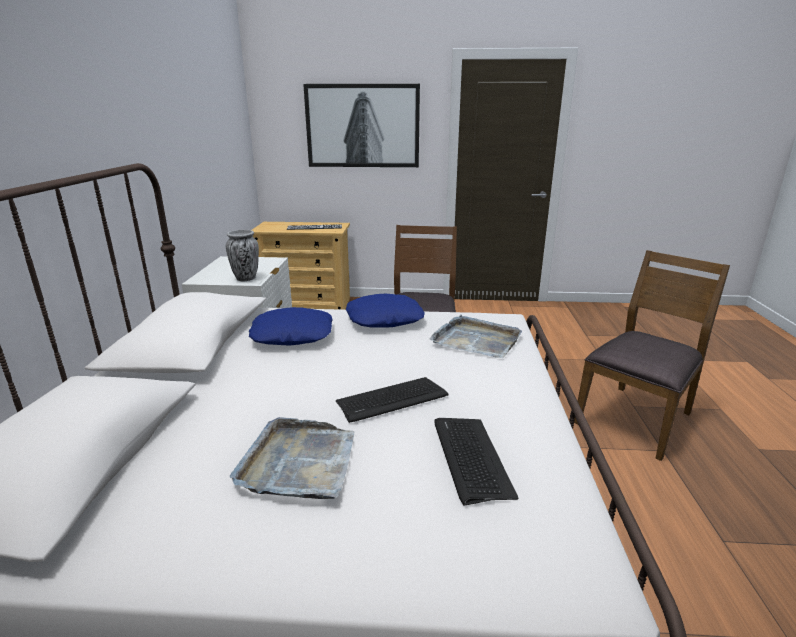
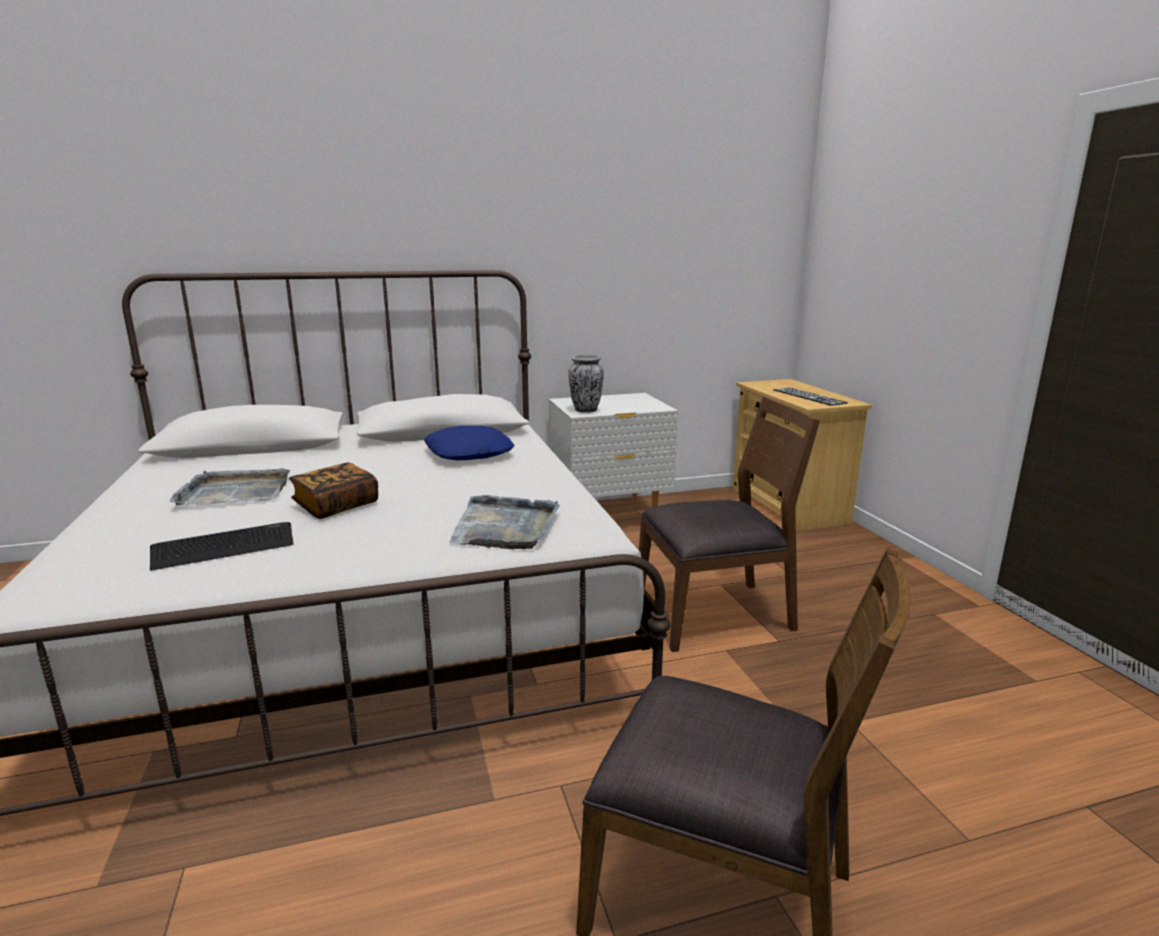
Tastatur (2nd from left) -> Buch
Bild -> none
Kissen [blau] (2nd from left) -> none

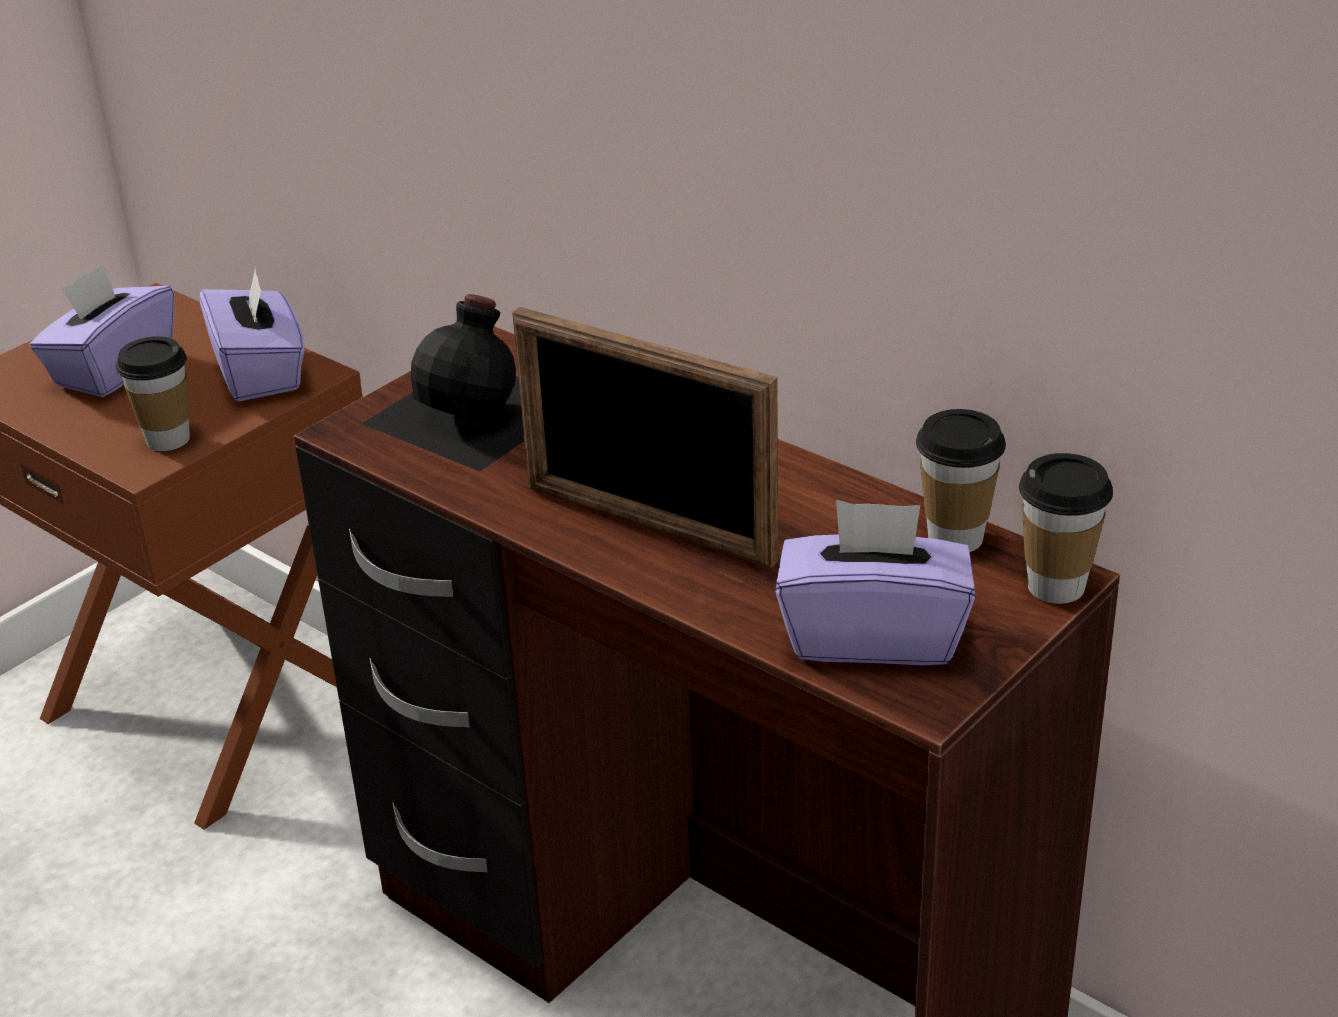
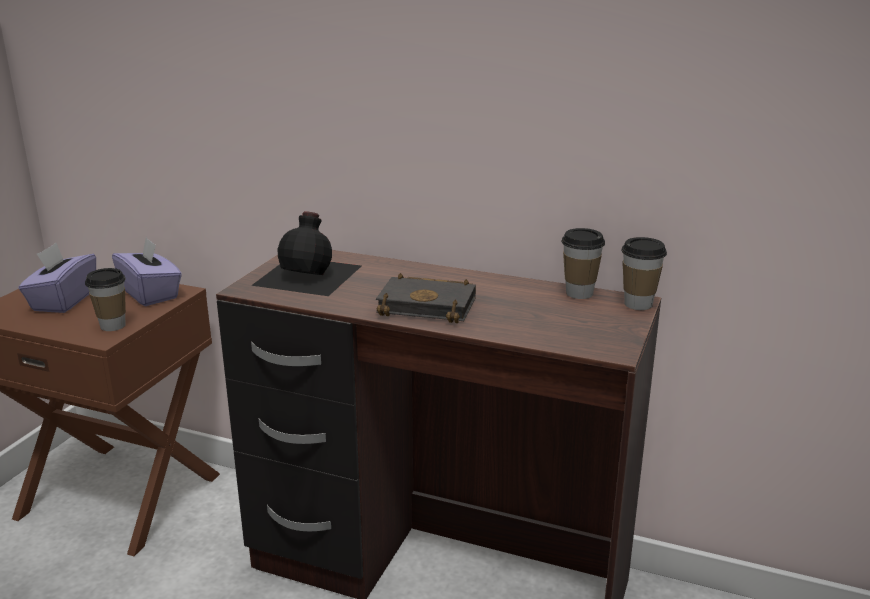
Bilderrahmen -> Buch [schwarz]
Taschentuchbox [lila] (3rd from left) -> none

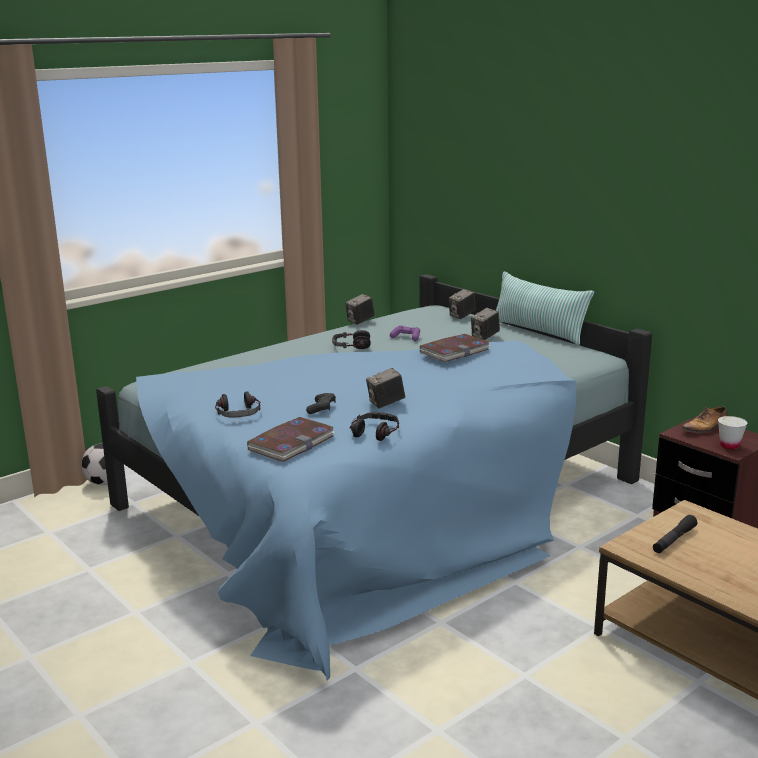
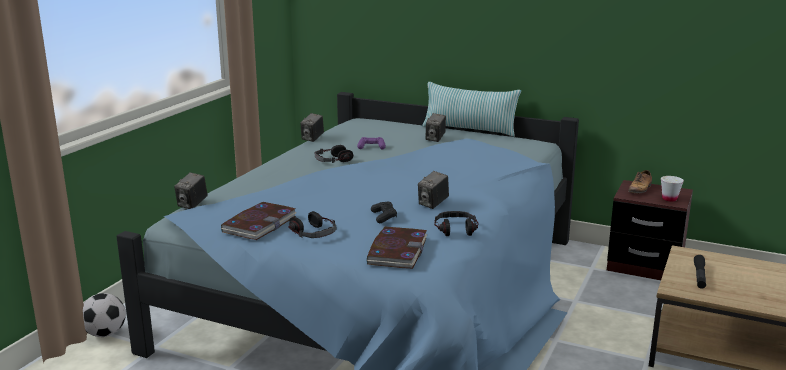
Kamera (3rd from left in the first image) -> Kamera (1st from left), move
Buch (2nd from left in the first image) -> Buch (1st from left), move

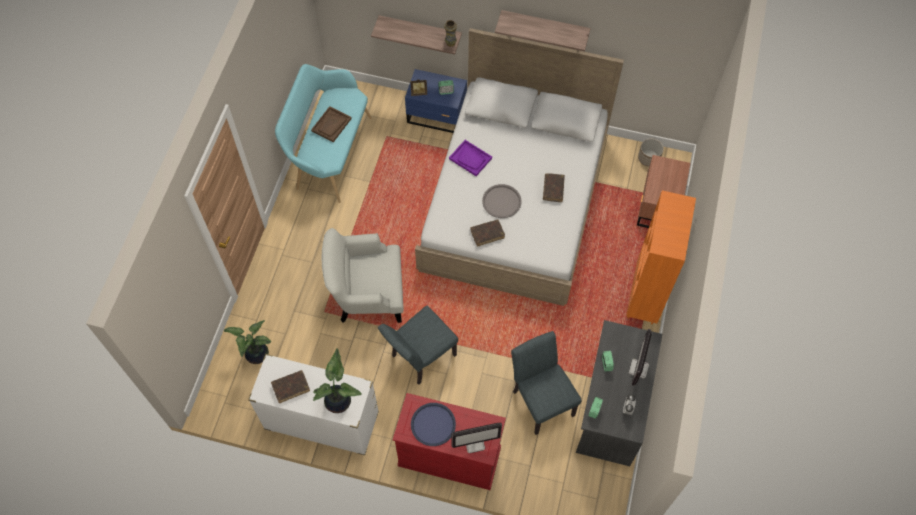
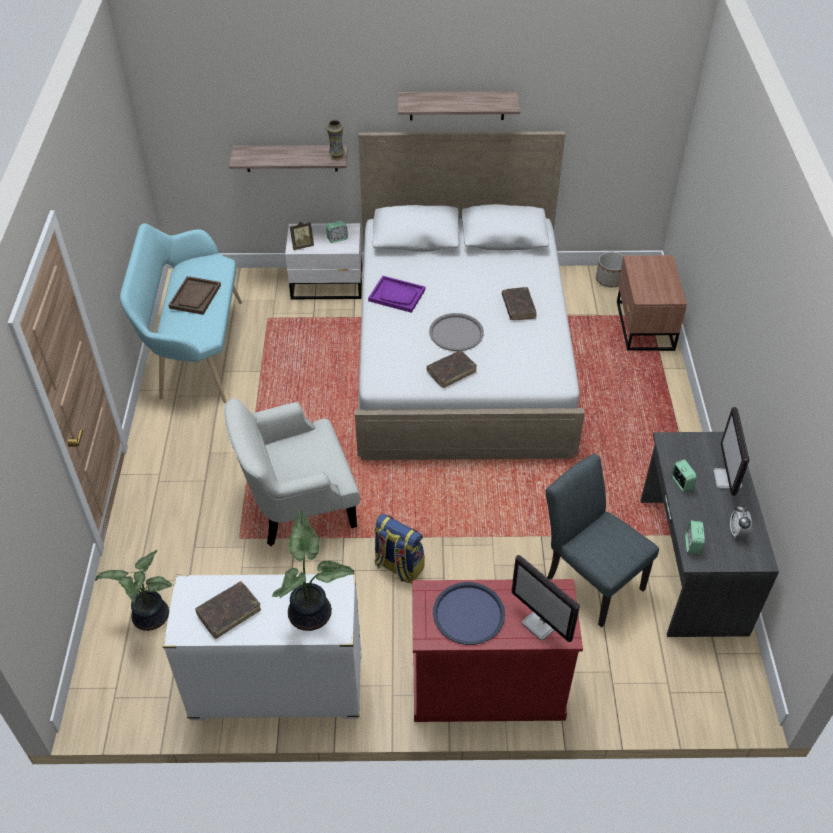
Nachttisch [blau] -> Nachttisch [weiß]
Stuhl [grau] (1st from left) -> Rucksack
Monitor (1st from left), 75 degrees clockwise
Bücherregal [orange] -> none

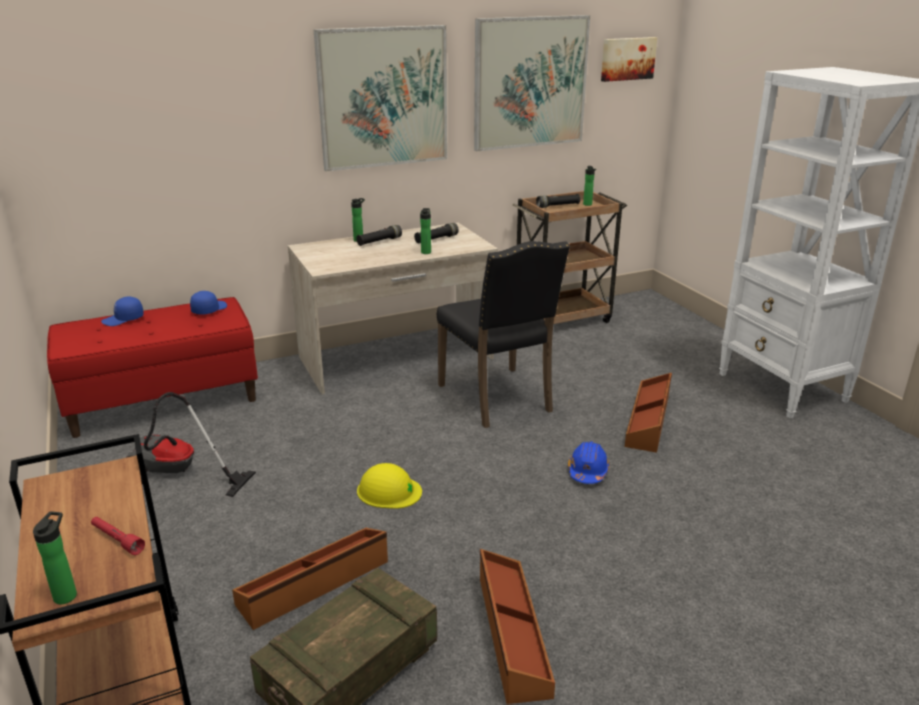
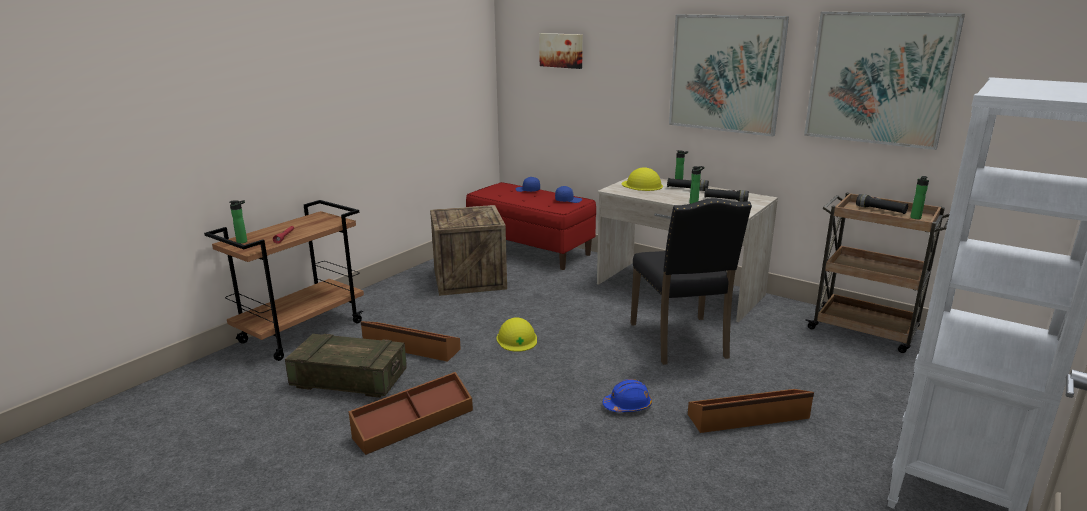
Staubsauger -> Kiste (2nd from left)
Bild (3rd from left in the first image) -> Bild (1st from left), move
none -> Schutzhelm [gelb] (2nd from left)
Stuhl [schwarz], 45 degrees counterclockwise

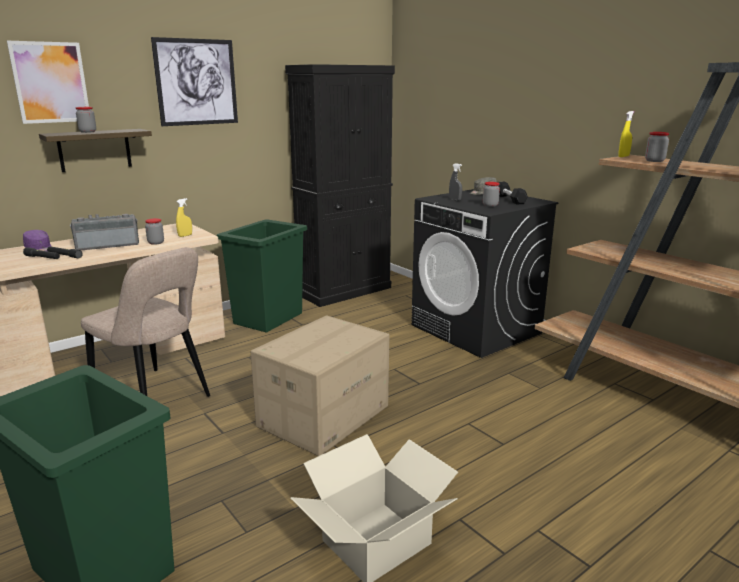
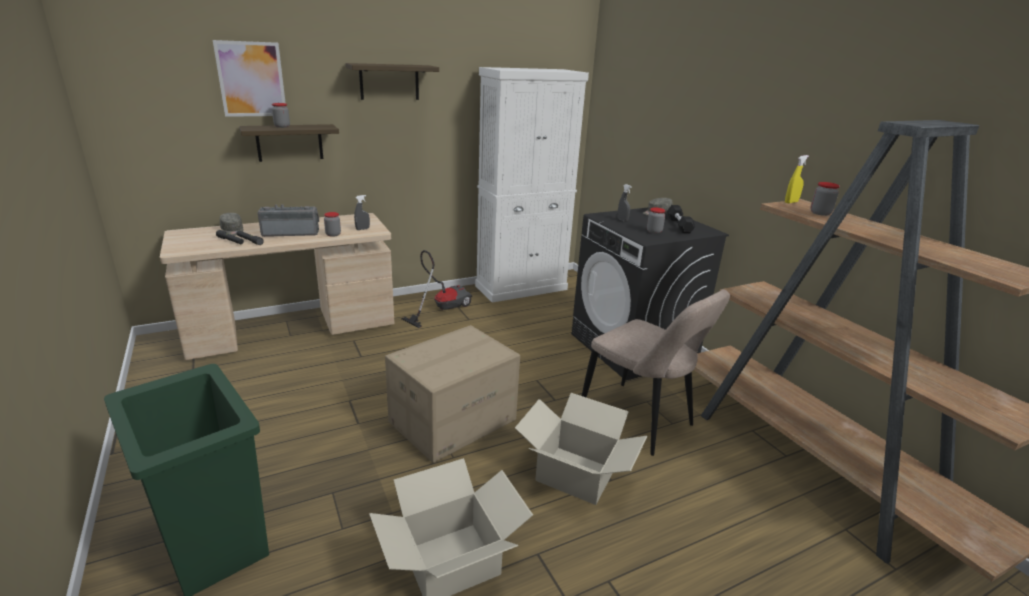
Kappe [lila] -> Kappe [grau] (1st from left)
Bild (2nd from left) -> Wandregal (2nd from left)
Sprühflasche [gelb] (1st from left) -> Sprühflasche [grau] (1st from left)
Mülleimer [grün] (2nd from left) -> Staubsauger
Schrank [schwarz] -> Schrank [weiß]
none -> Karton (3rd from left)
Stuhl [beige], move

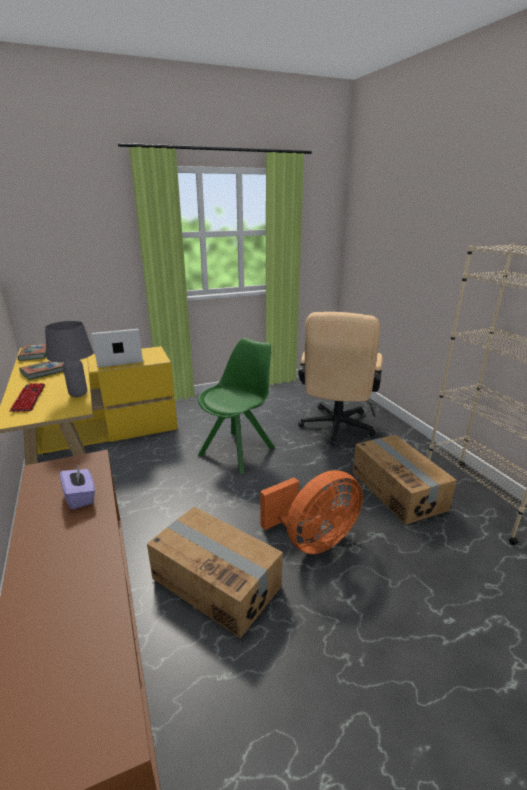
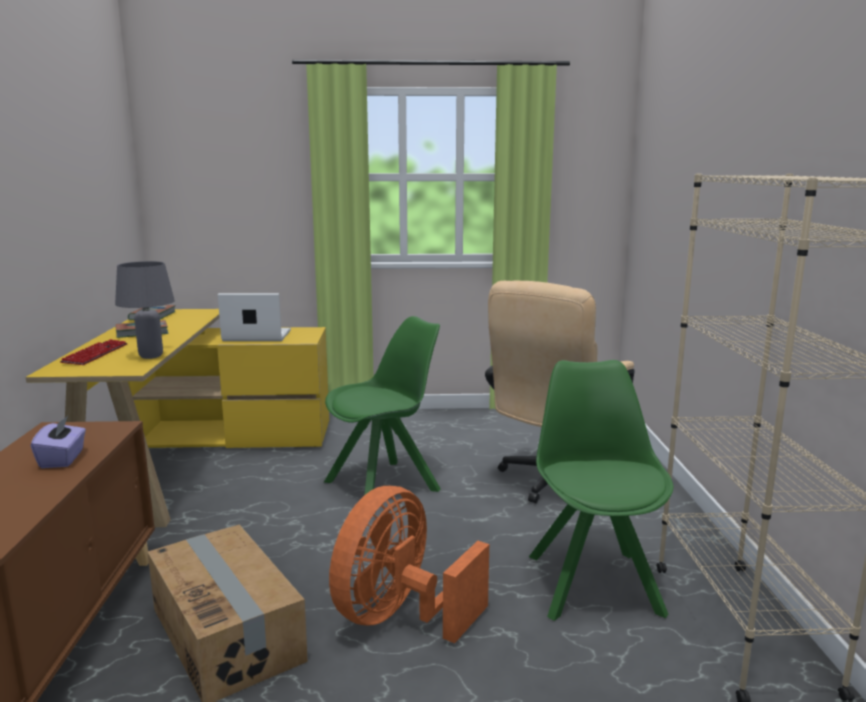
Ventilator [orange], 135 degrees clockwise
Karton (2nd from left) -> Stuhl [grün] (2nd from left)

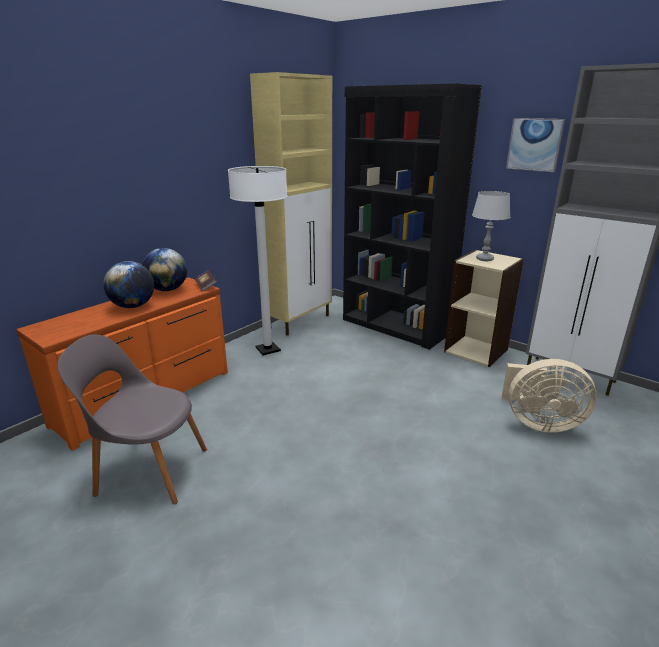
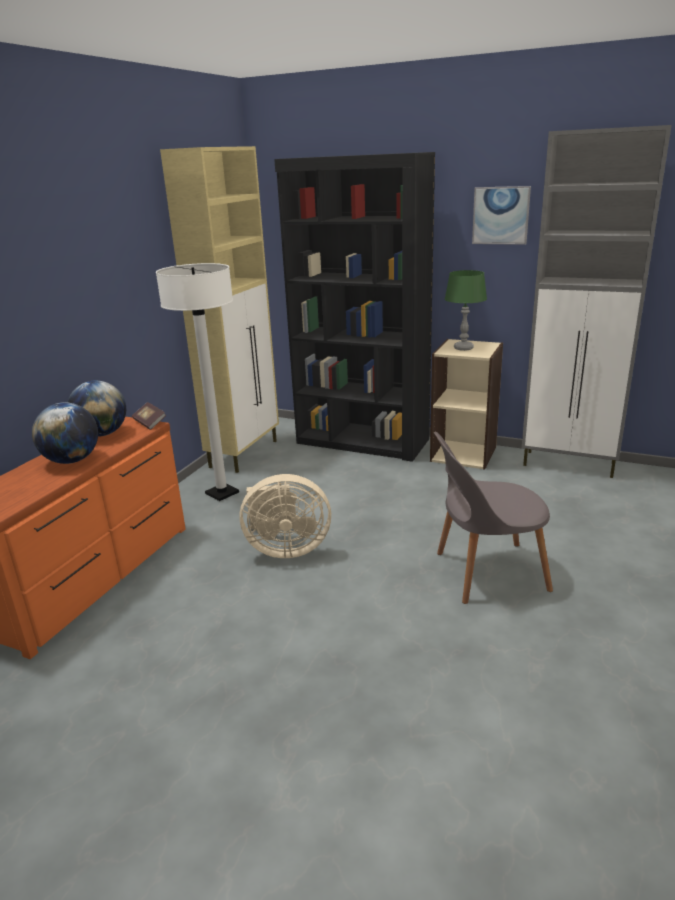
Ventilator [beige], move
Stuhl [grau], move
Tischlampe [grau] -> Tischlampe [grün]

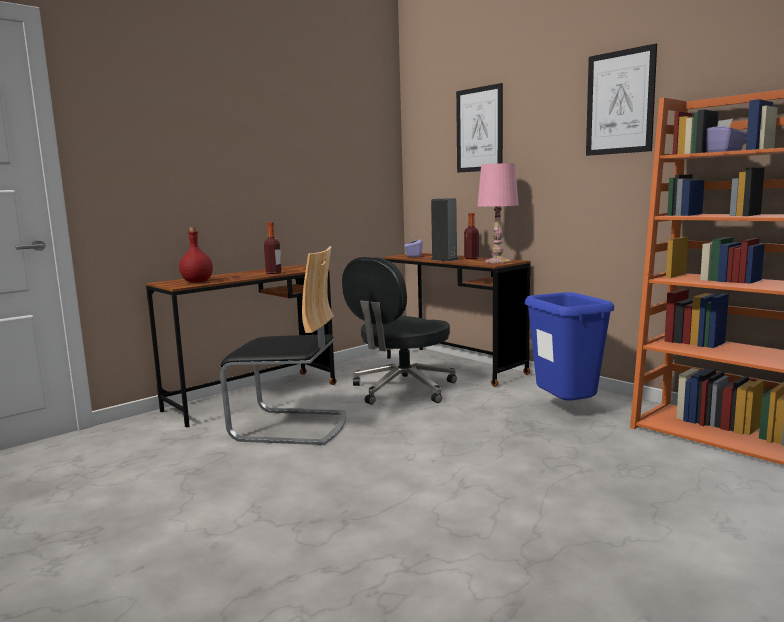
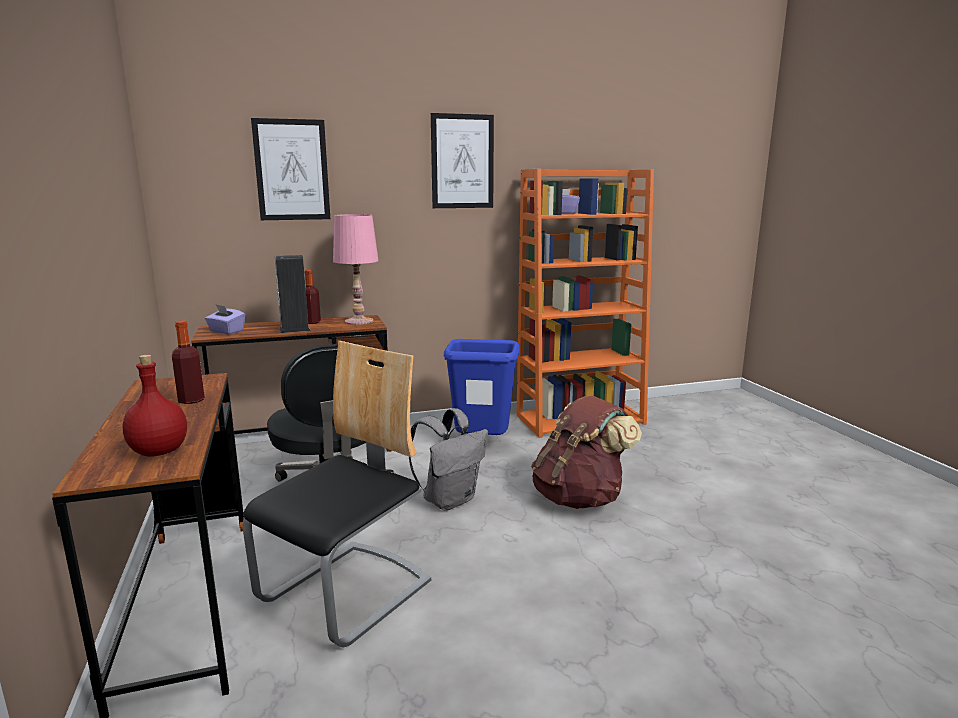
none -> Rucksack [grau]
none -> Rucksack [braun]

